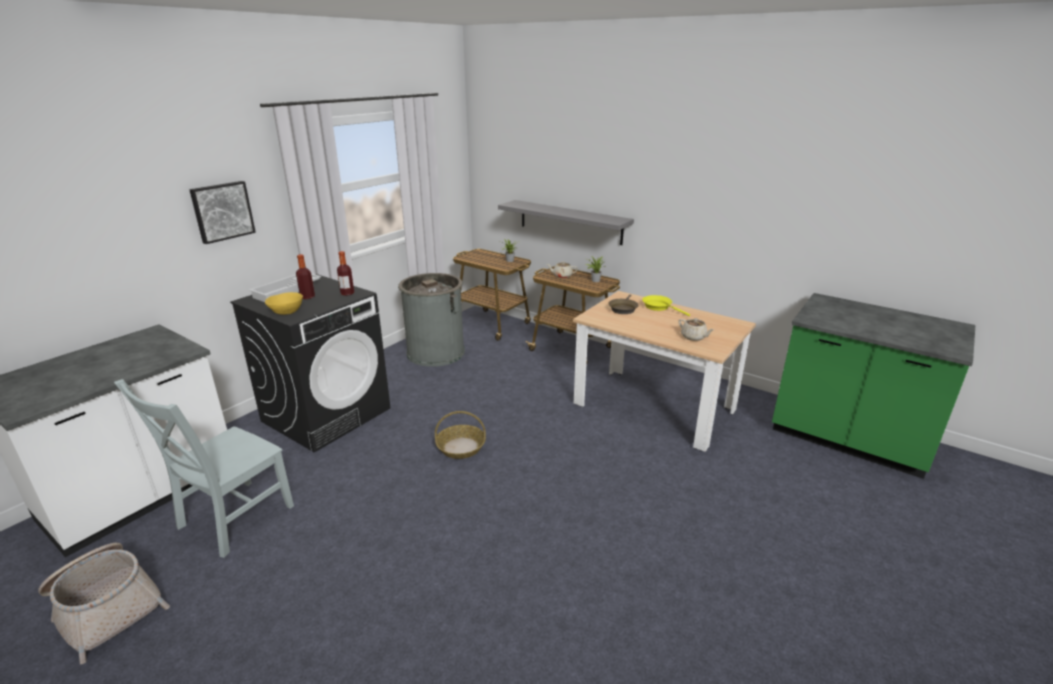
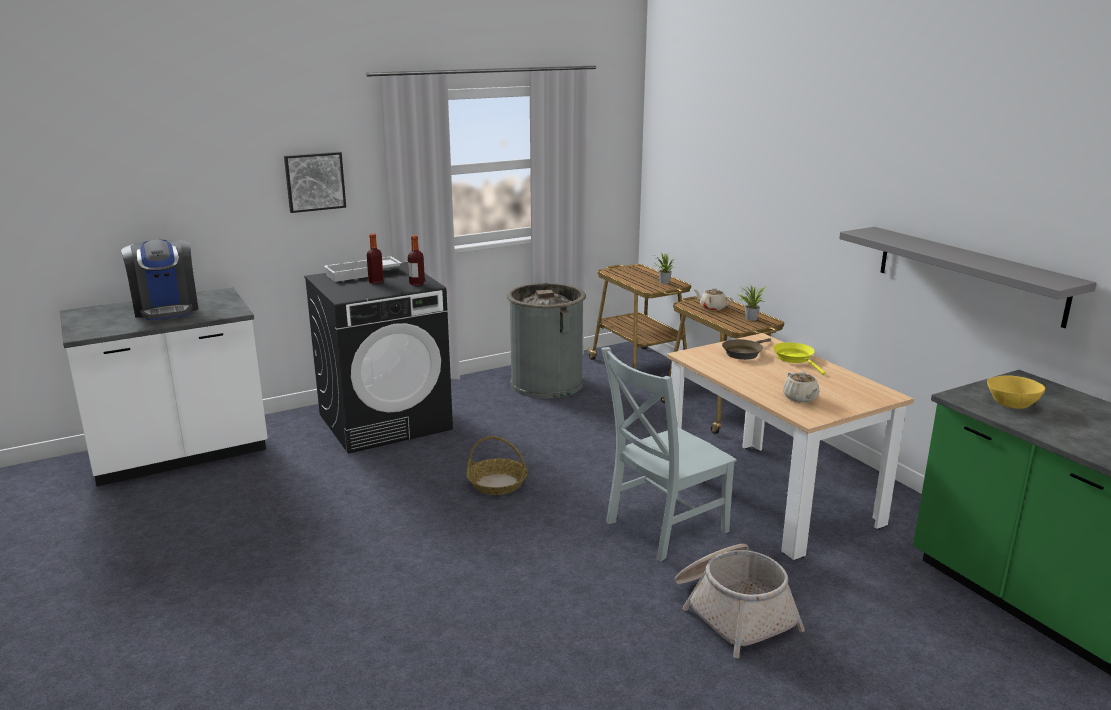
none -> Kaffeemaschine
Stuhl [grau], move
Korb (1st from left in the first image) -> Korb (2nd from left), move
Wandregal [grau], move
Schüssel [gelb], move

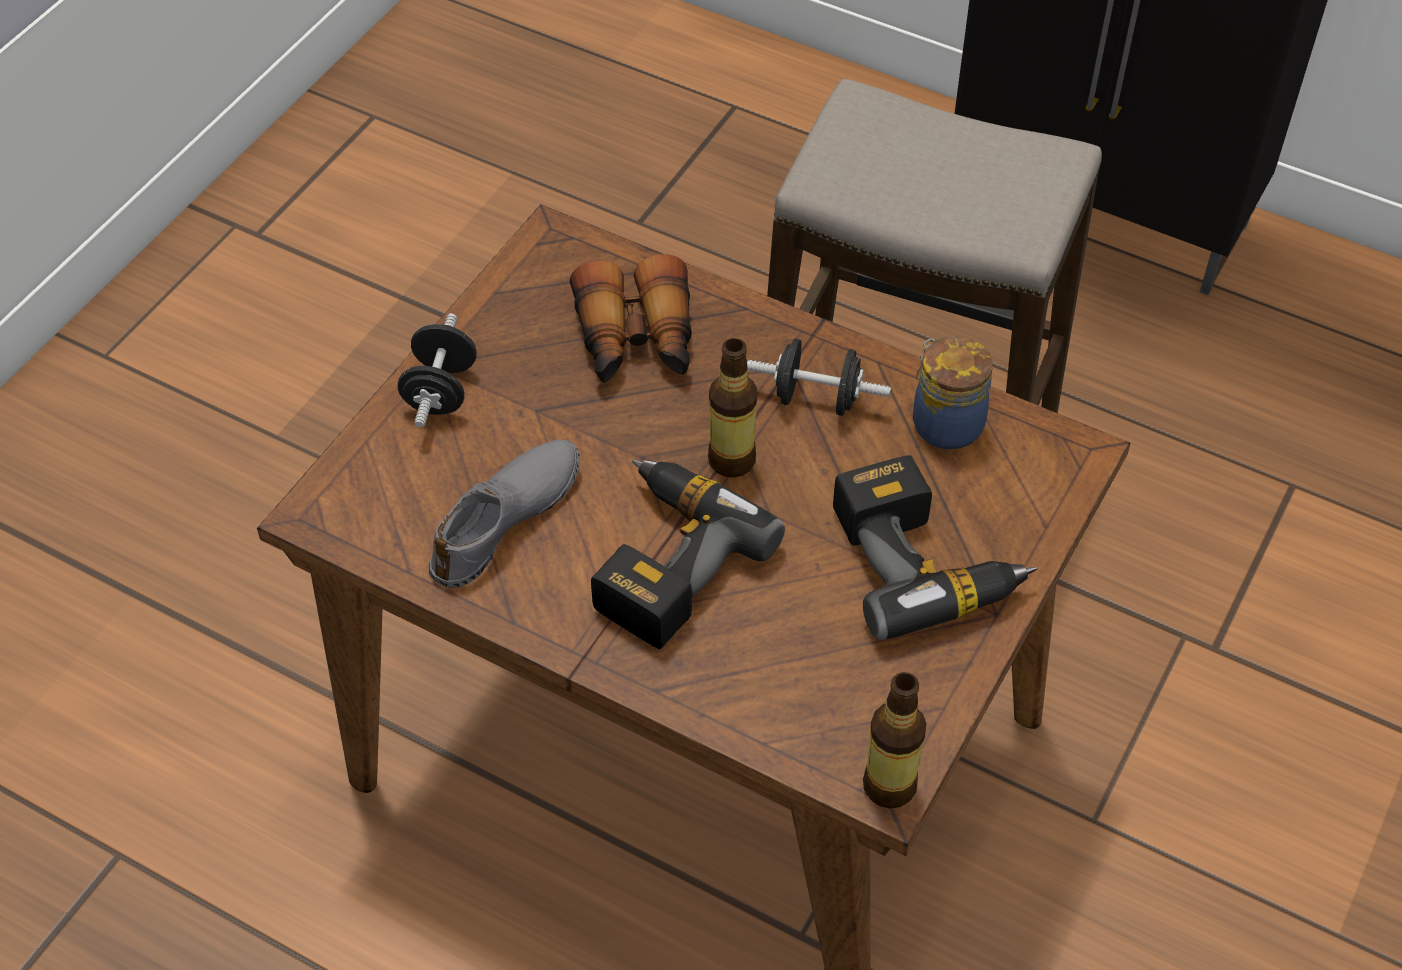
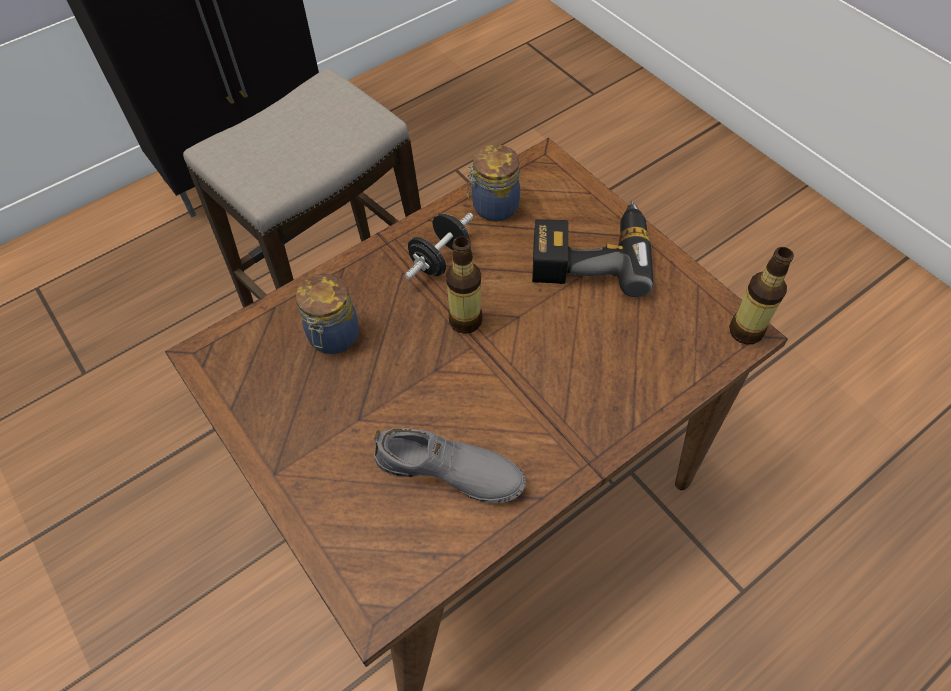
Fernglas -> Vorratsglas (1st from left)
Schuh [grau], 135 degrees clockwise
Hantel [schwarz] (1st from left) -> none
Bohrmaschine (1st from left) -> none

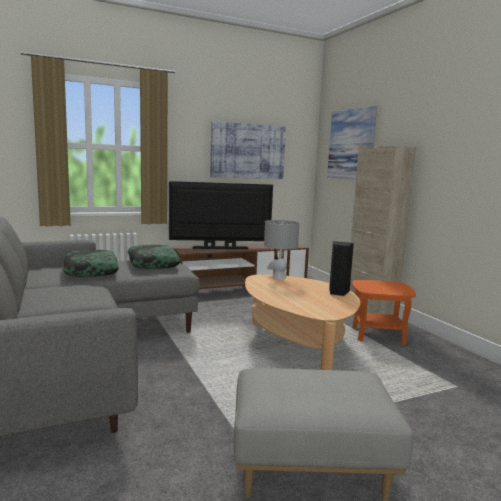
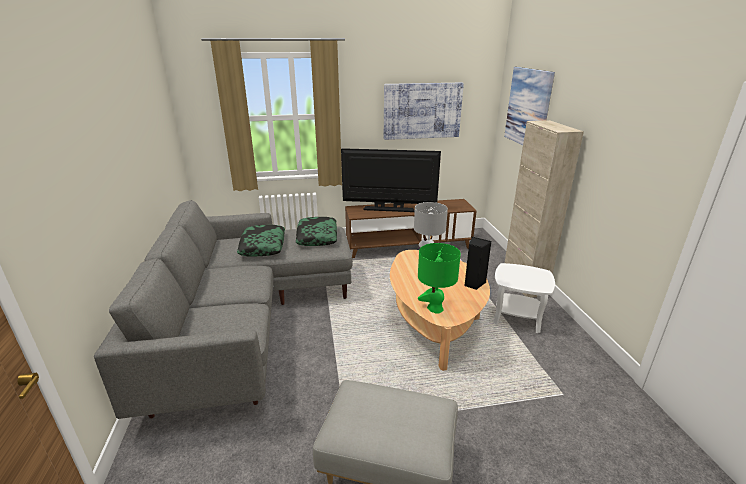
none -> Tischlampe [grün]
Beistelltisch [orange] -> Beistelltisch [weiß]

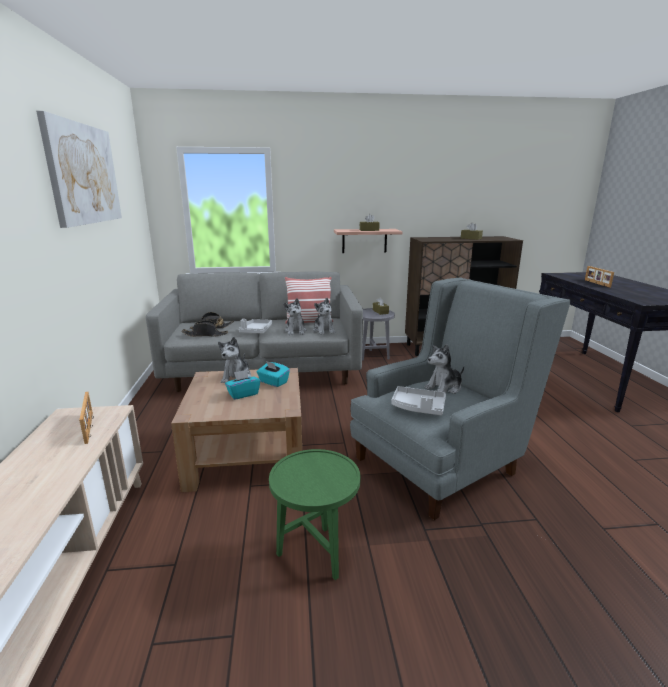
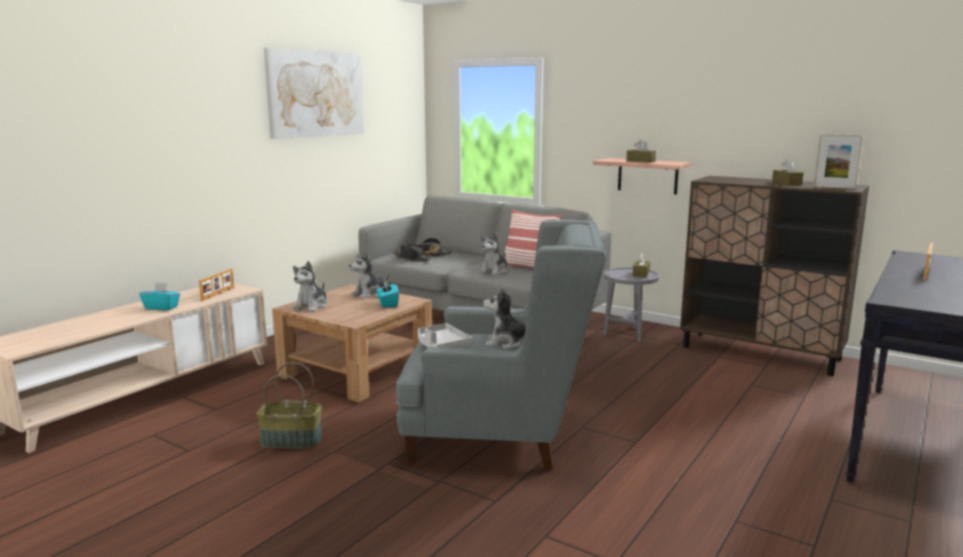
Taschentuchbox [türkis] (1st from left), move
Beistelltisch [grün] -> Korb
Plüschtier (3rd from left in the first image) -> Plüschtier (1st from left), move
none -> Bilderrahmen (2nd from left)
Tablett [grau] (1st from left) -> none

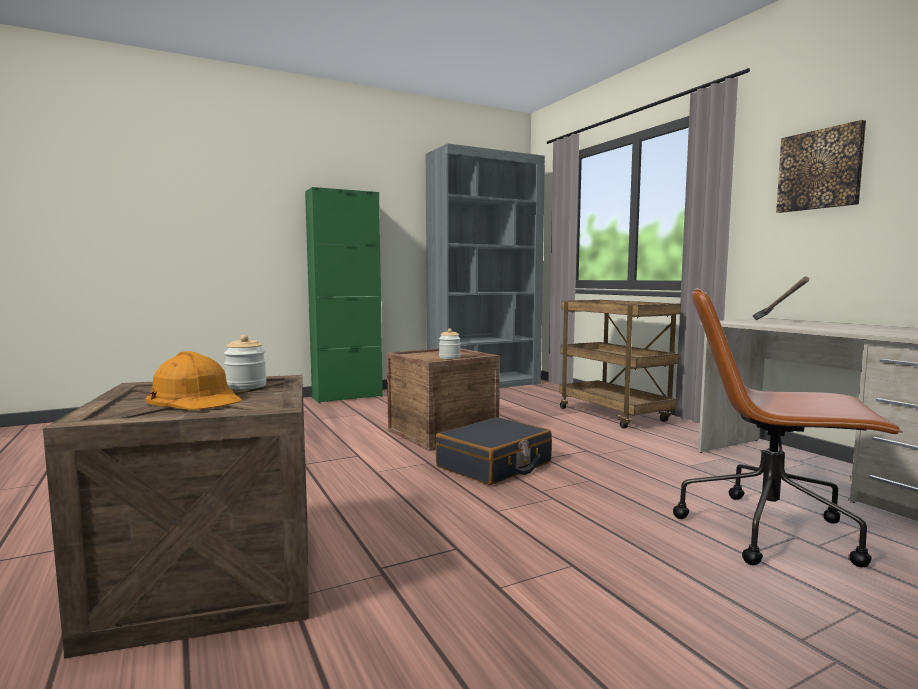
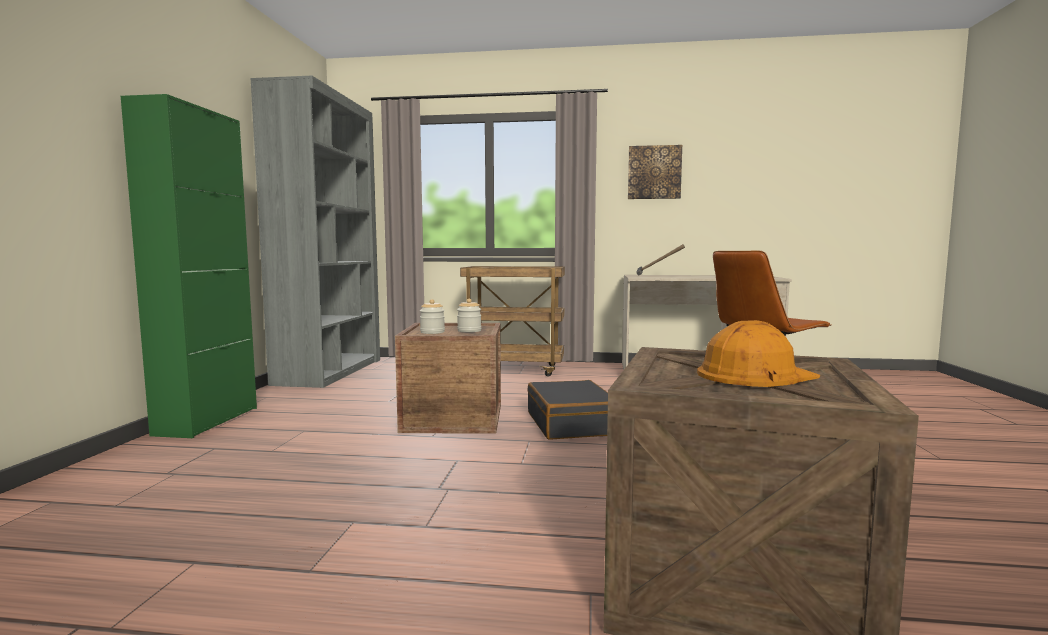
Vorratsglas (1st from left), move

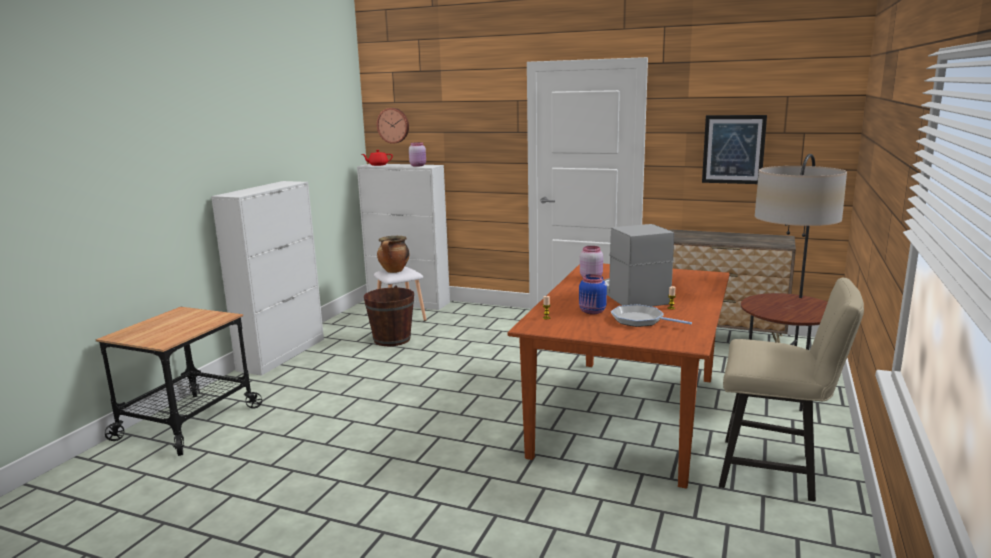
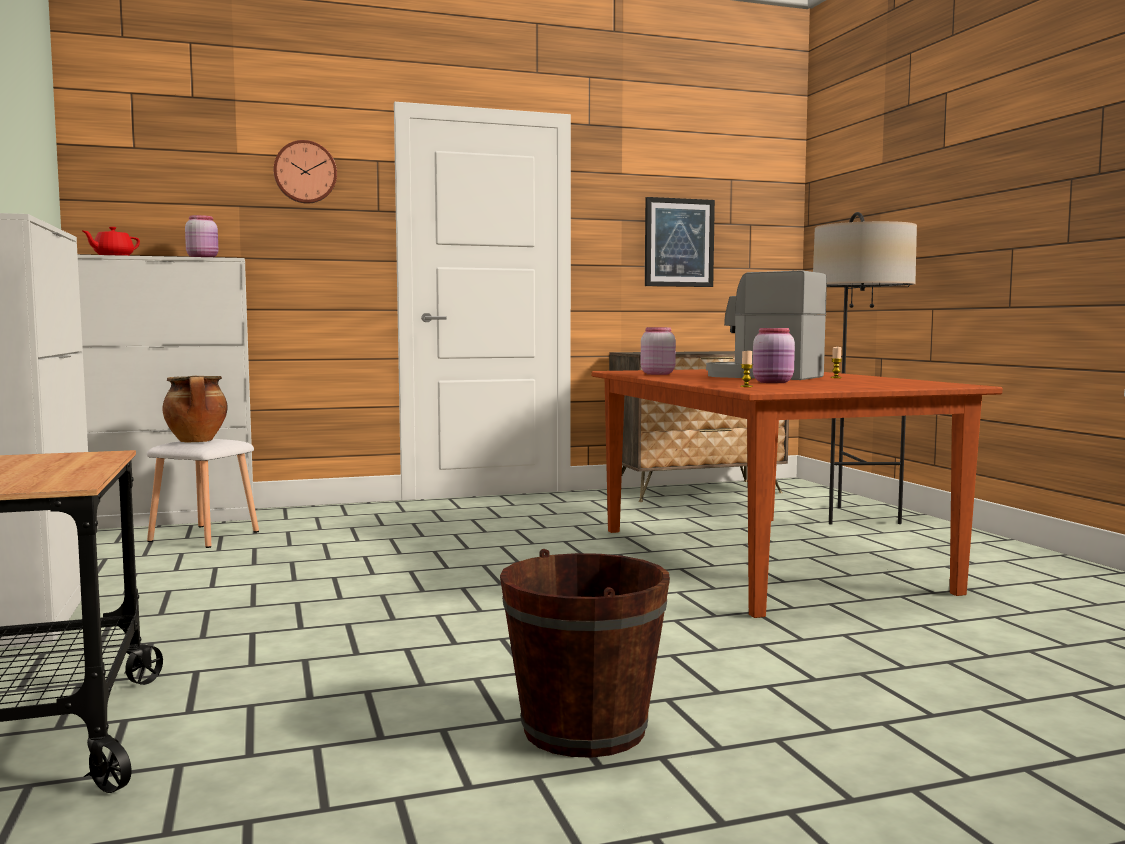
Wanduhr, move
Eimer [braun], move
Vorratsglas [blau] -> Vorratsglas [rosa] (3rd from left)
Pfanne -> none
Stuhl [beige] -> none

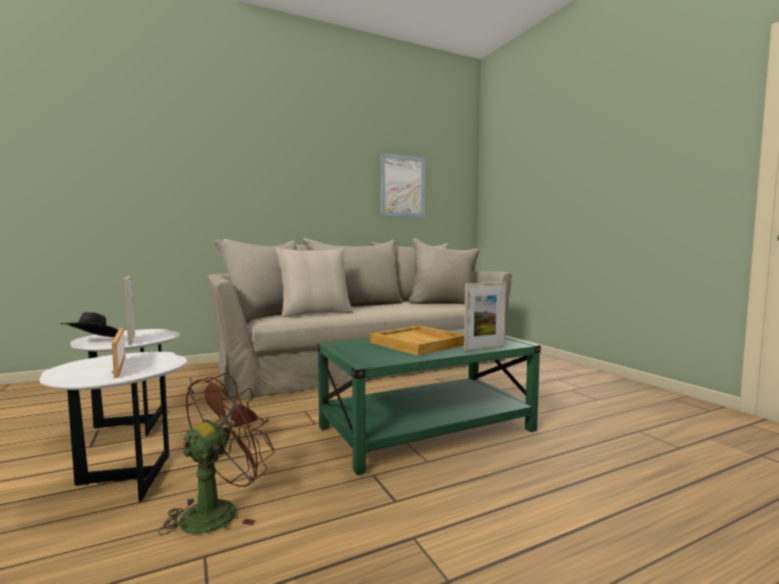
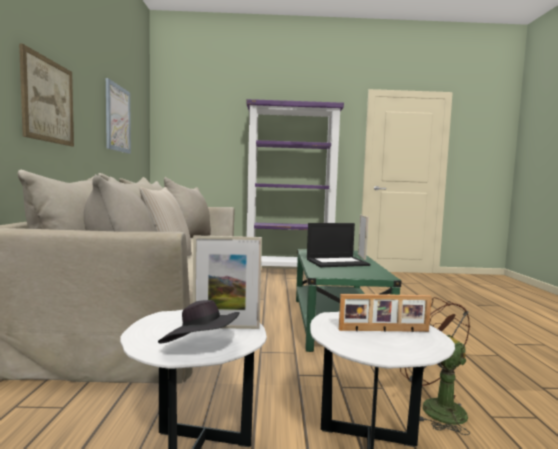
none -> Bild (1st from left)
none -> Bücherregal [lila]
Tablett [beige] -> Laptop

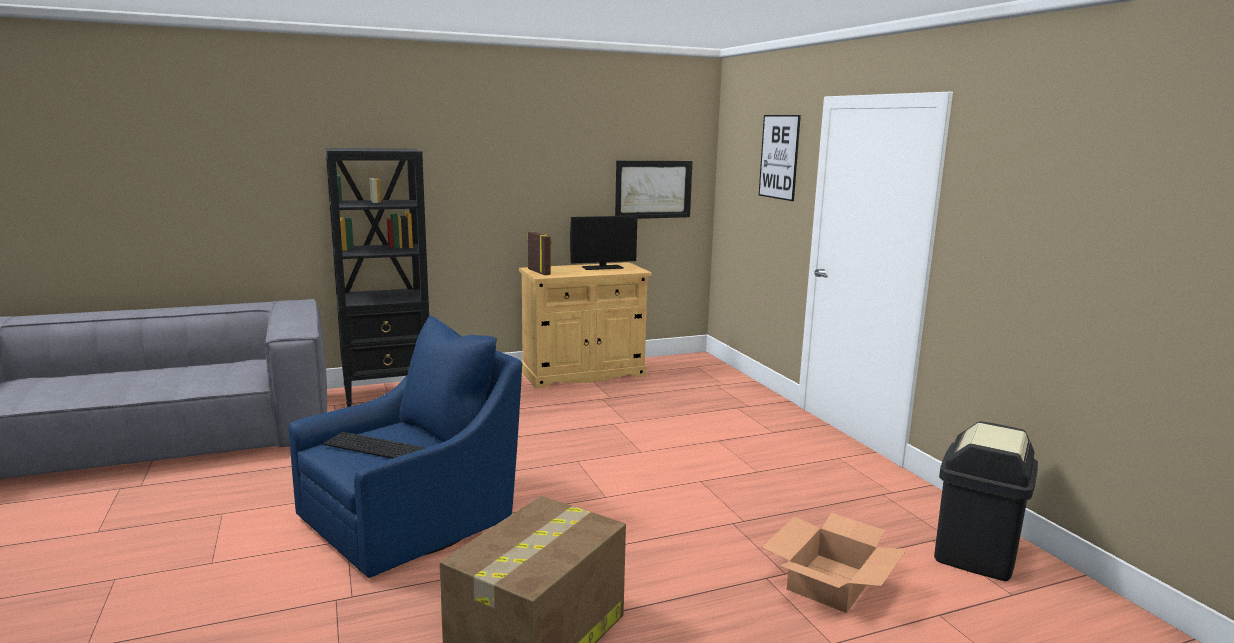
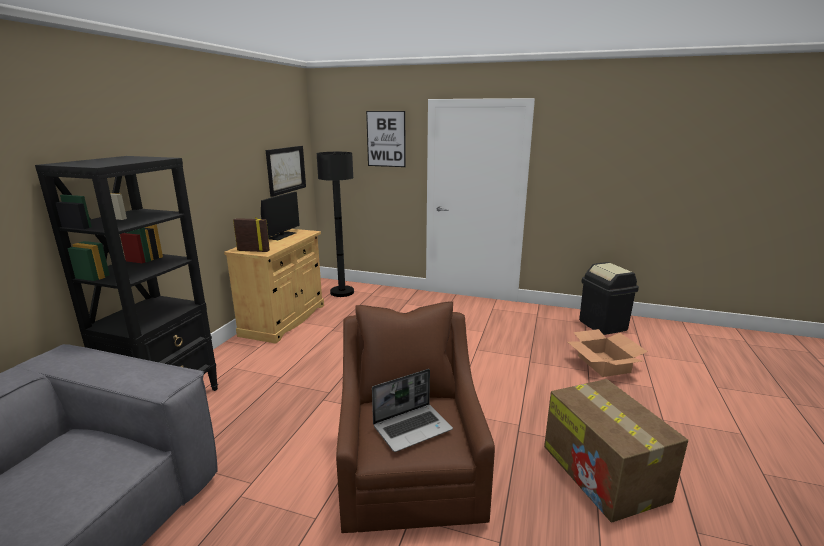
none -> Stehlampe [schwarz]
Sessel [blau] -> Sessel [braun]
Tastatur -> Laptop

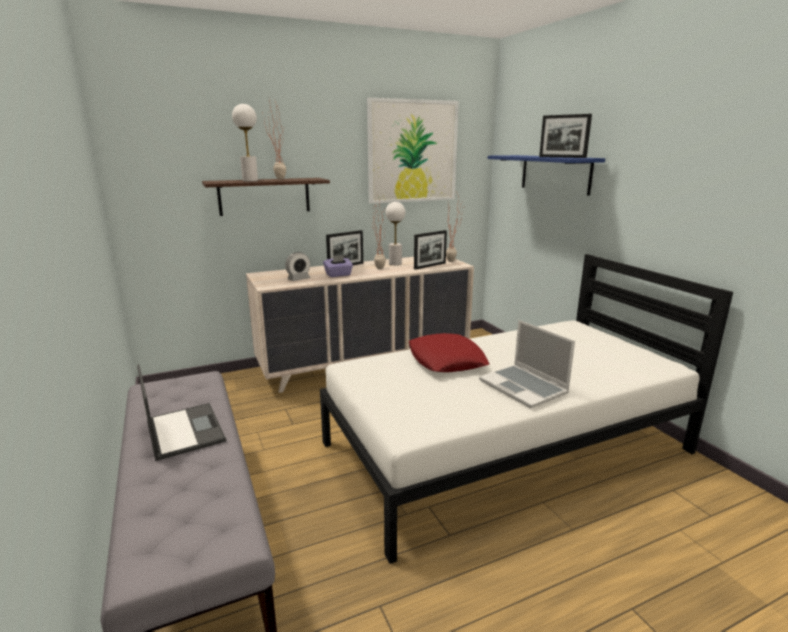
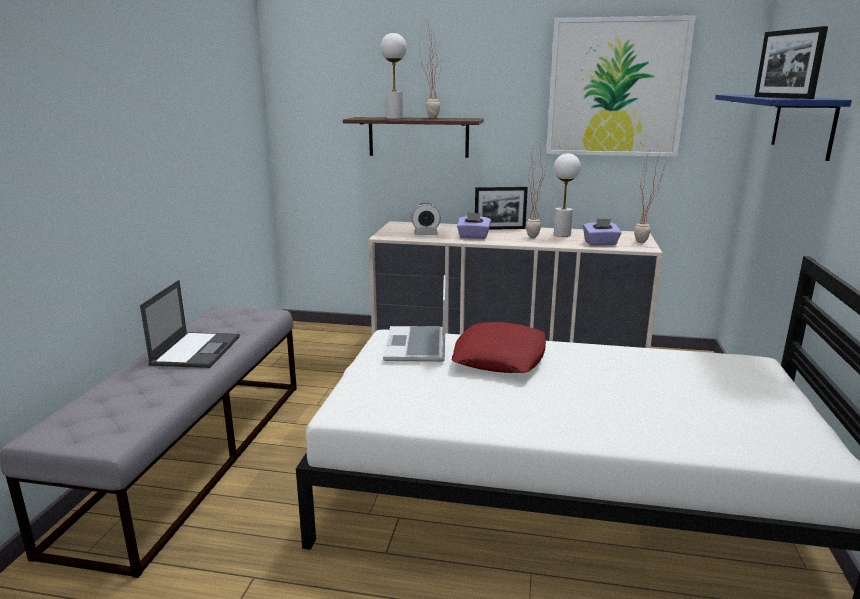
Laptop (2nd from left), move
Bilderrahmen (2nd from left) -> Taschentuchbox [lila] (2nd from left)

